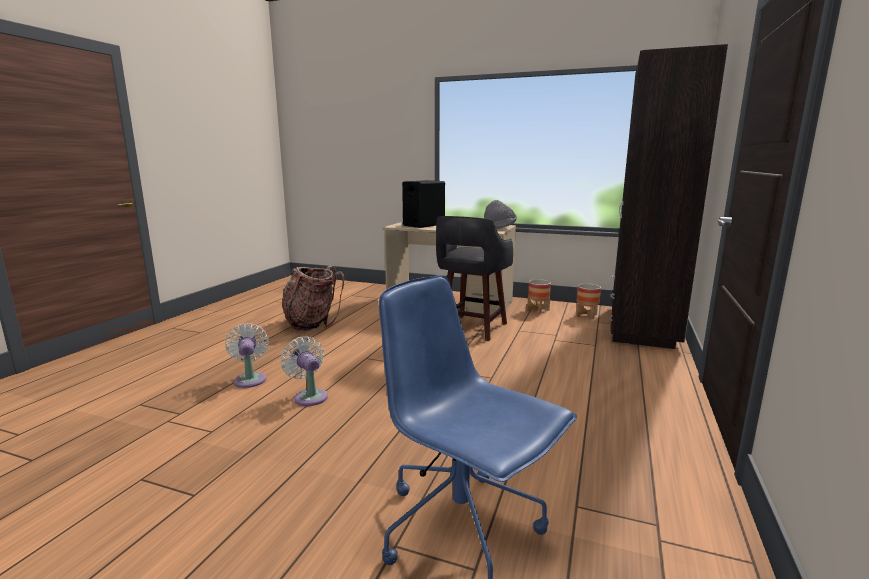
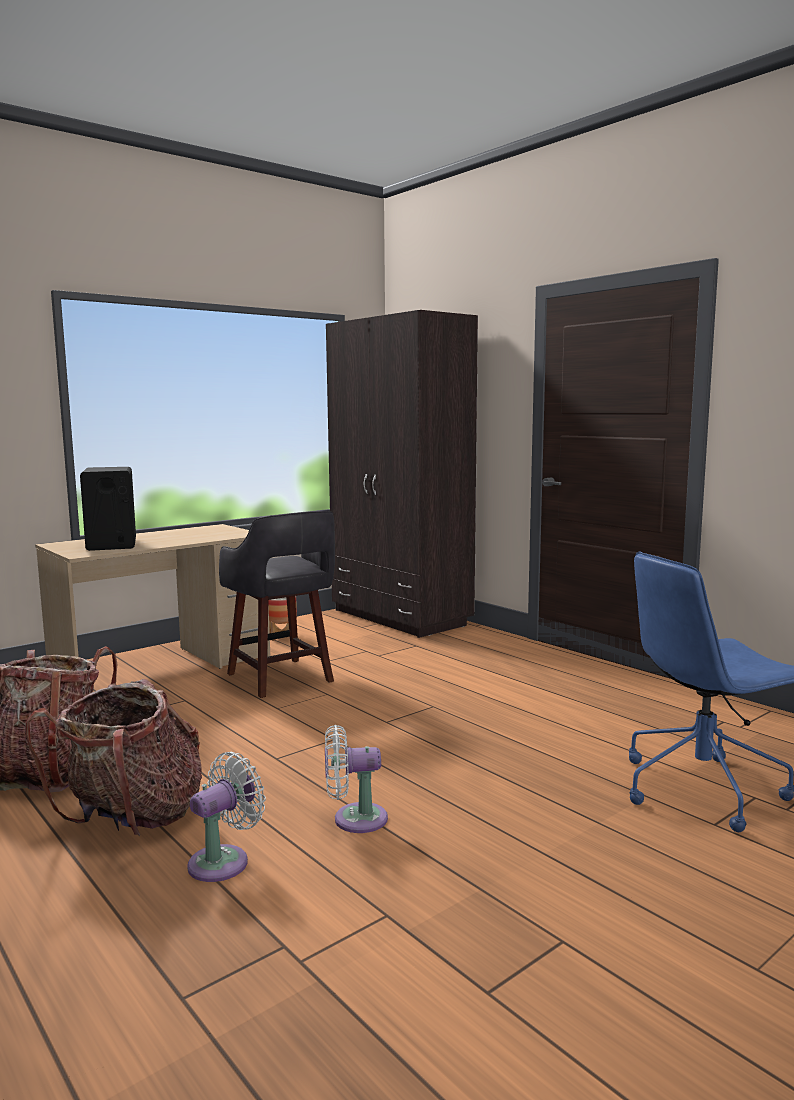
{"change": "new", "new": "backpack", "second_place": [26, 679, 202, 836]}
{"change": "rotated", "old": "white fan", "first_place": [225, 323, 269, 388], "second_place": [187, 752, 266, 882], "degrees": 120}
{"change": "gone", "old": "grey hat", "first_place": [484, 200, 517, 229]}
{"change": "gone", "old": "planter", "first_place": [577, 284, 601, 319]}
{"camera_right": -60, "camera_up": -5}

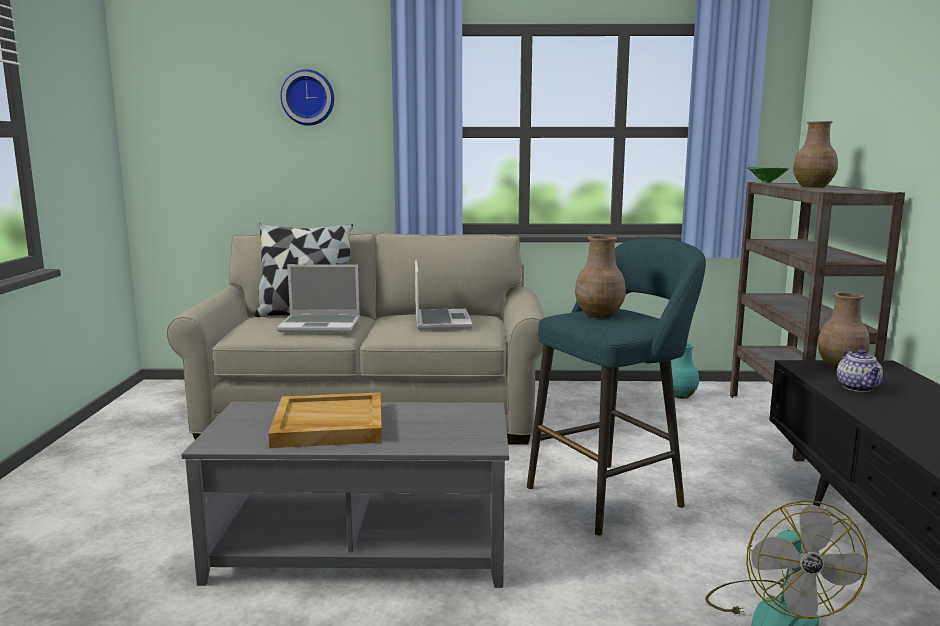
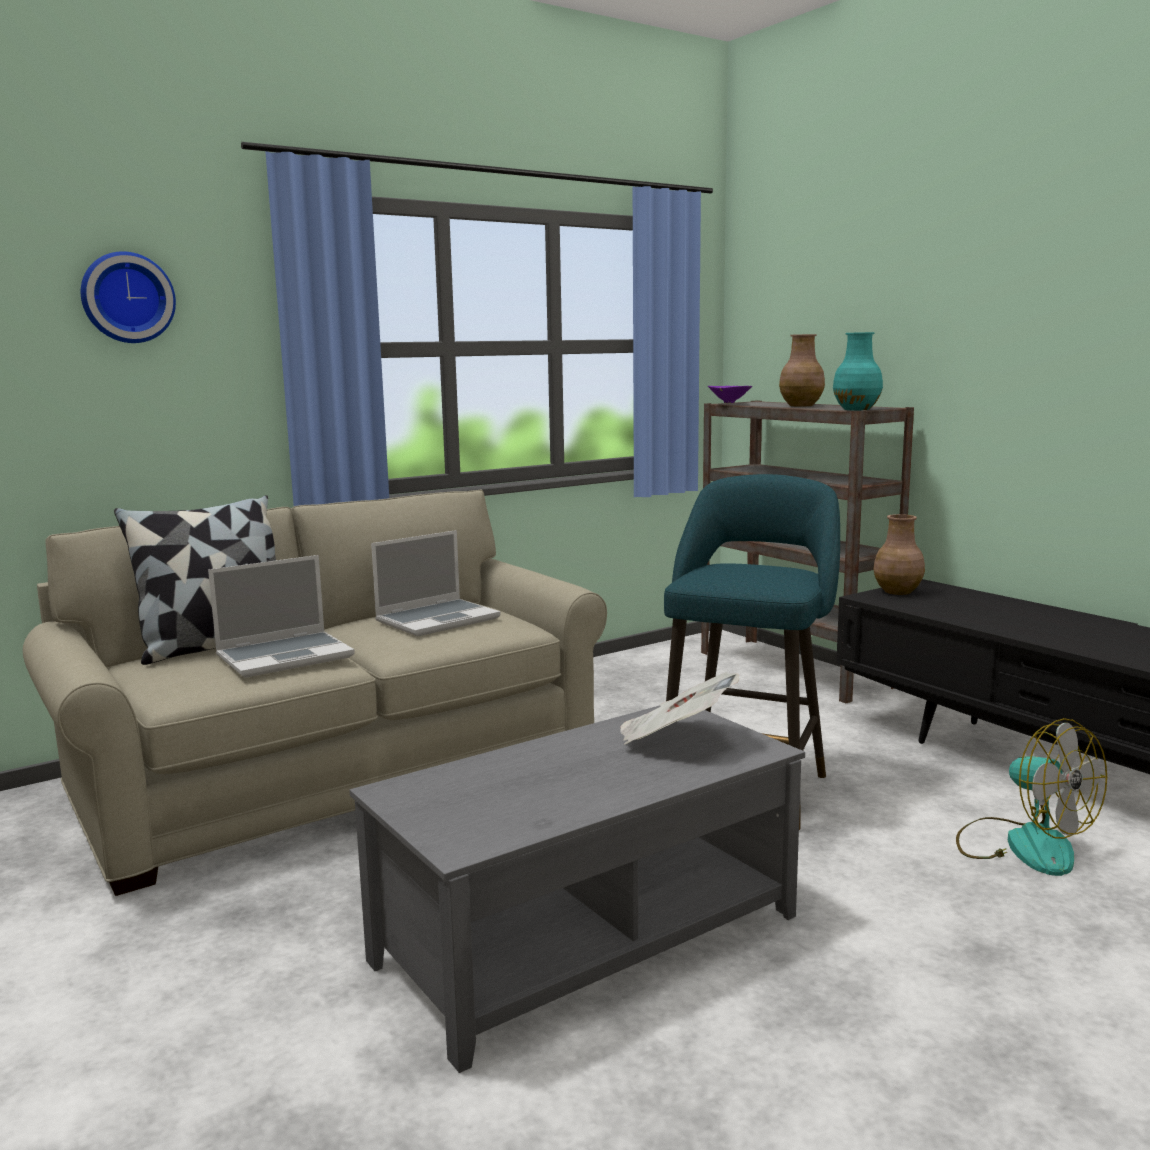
{"change": "rotated", "old": "laptop", "first_place": [415, 260, 473, 330], "second_place": [371, 530, 501, 637], "degrees": 90}
{"change": "new", "new": "newspaper", "second_place": [620, 672, 740, 744]}
{"change": "repainted", "old": "green bowl", "new": "purple bowl", "first_place": [747, 167, 789, 183], "second_place": [708, 386, 752, 403]}
{"change": "shifted", "old": "turquoise vase", "first_place": [671, 343, 699, 399], "second_place": [833, 332, 883, 410]}
{"change": "gone", "old": "beige tray", "first_place": [268, 392, 382, 448]}
{"change": "gone", "old": "brown vase", "first_place": [575, 236, 626, 318]}
{"change": "gone", "old": "teapot", "first_place": [837, 349, 883, 392]}
{"camera_right": -35, "camera_up": 0}

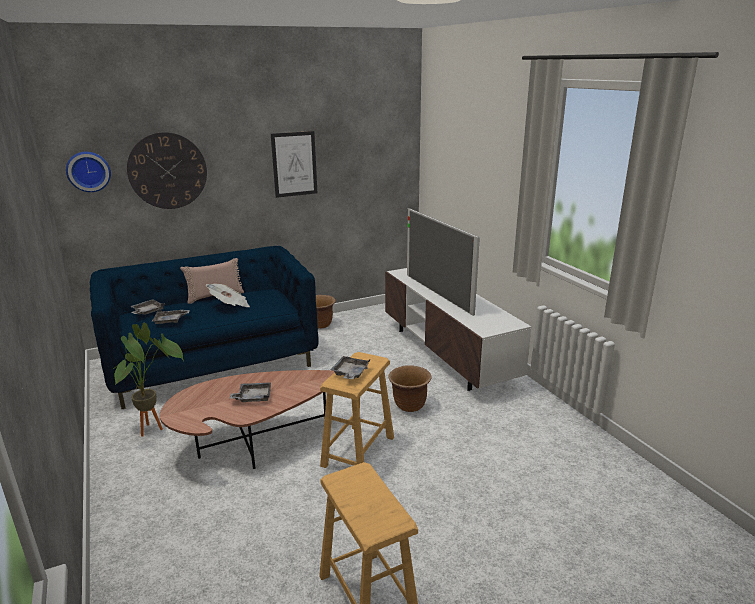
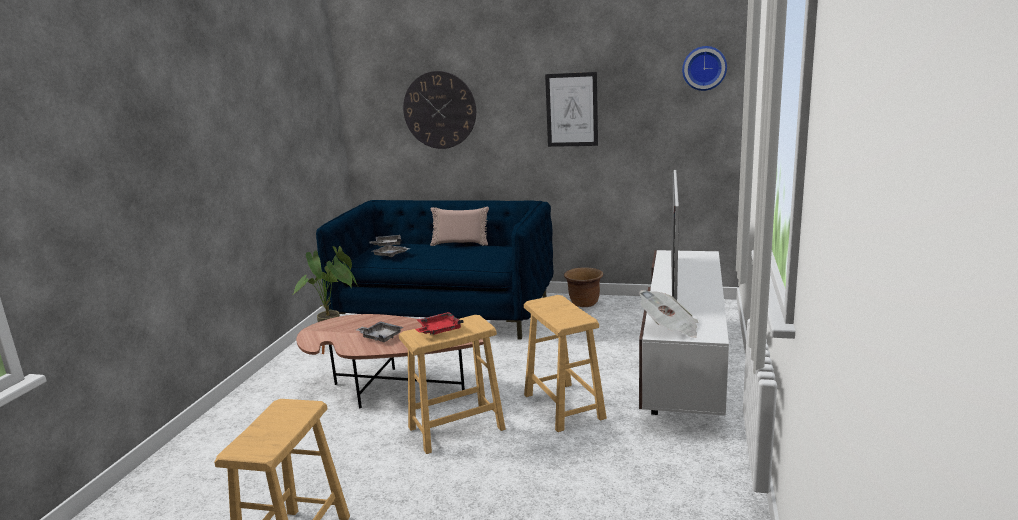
{"change": "repainted", "old": "grey tray", "new": "red tray", "first_place": [330, 356, 370, 379], "second_place": [415, 312, 464, 335]}
{"change": "swapped", "old": "brown planter", "new": "brown stool", "first_place": [388, 365, 432, 412], "second_place": [524, 295, 607, 432]}
{"change": "shifted", "old": "newspaper", "first_place": [206, 284, 250, 307], "second_place": [639, 290, 698, 338]}
{"change": "shifted", "old": "wall clock", "first_place": [66, 152, 111, 192], "second_place": [682, 46, 727, 91]}
{"camera_right": 40, "camera_up": -5}

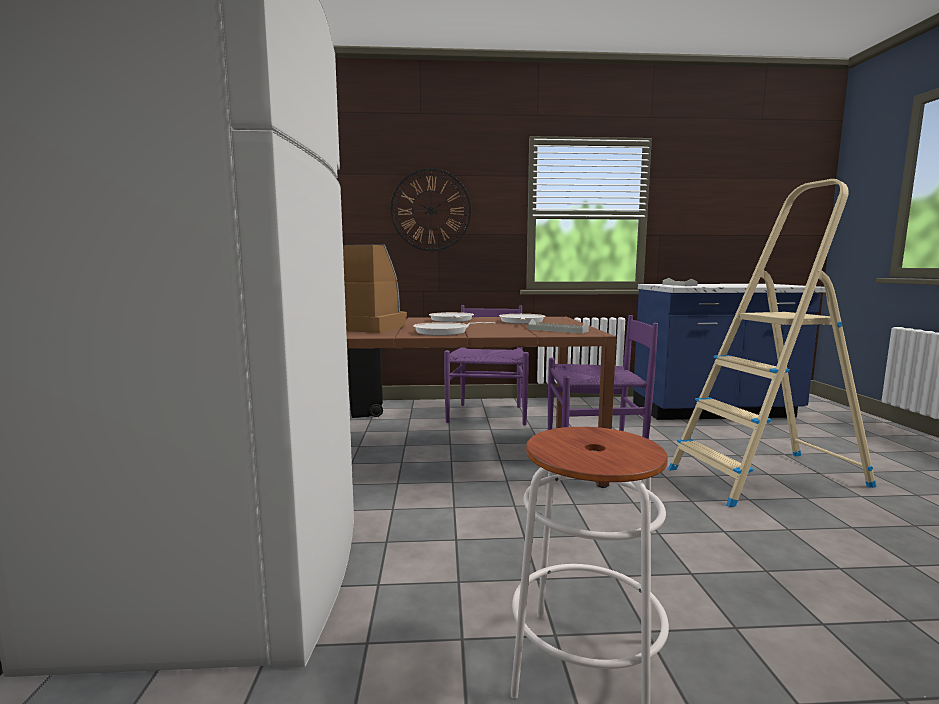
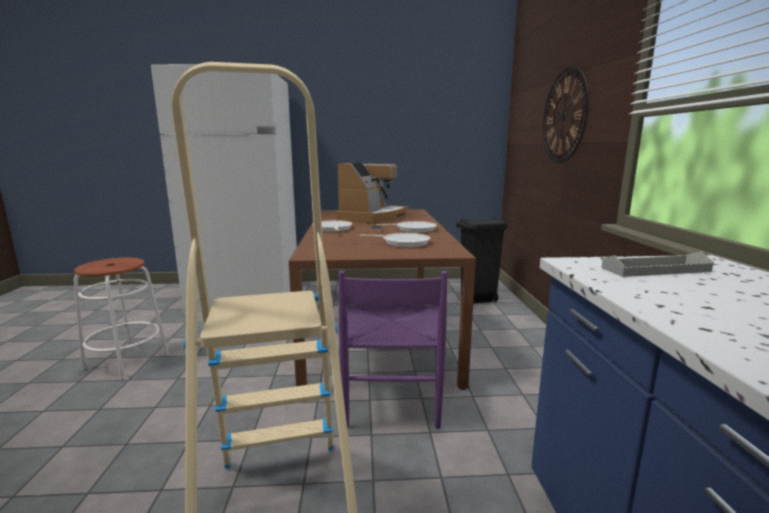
{"change": "gone", "old": "purple chair", "first_place": [444, 305, 529, 426]}
{"change": "gone", "old": "grey tray", "first_place": [528, 319, 589, 334]}
{"camera_right": 90, "camera_up": 5}

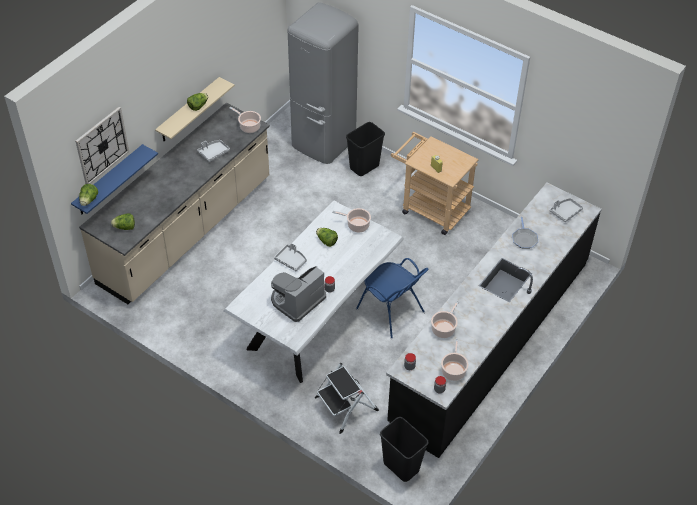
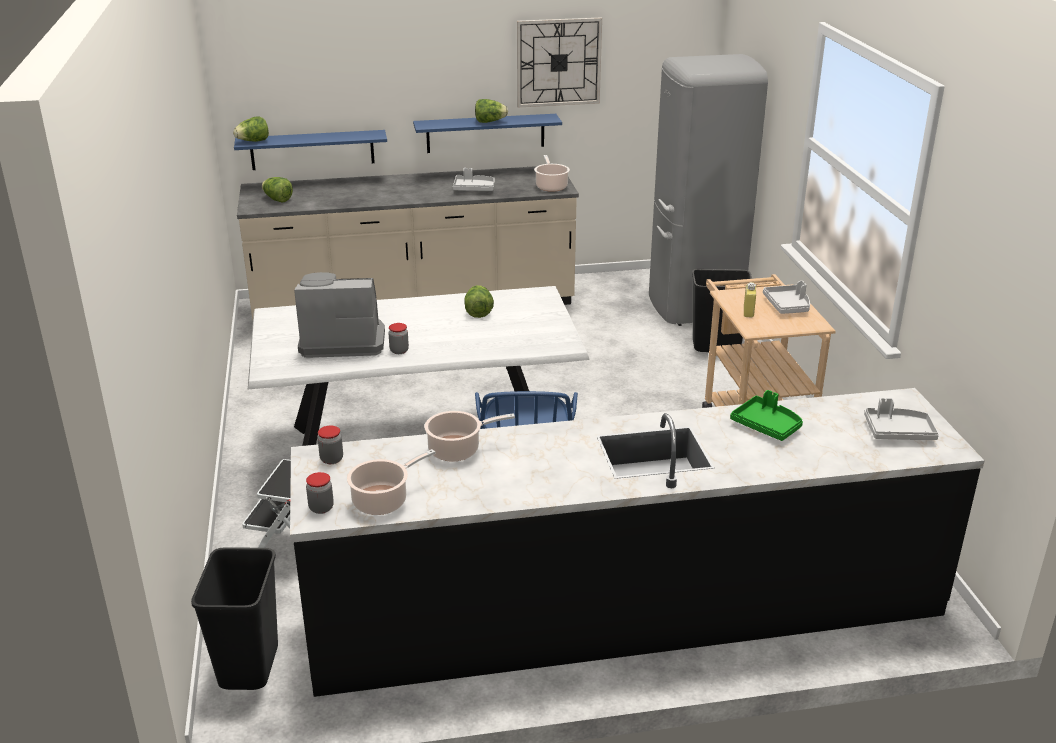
{"change": "repainted", "old": "beige shelf", "new": "blue shelf", "first_place": [155, 77, 235, 141], "second_place": [413, 114, 562, 153]}
{"change": "shifted", "old": "wall clock", "first_place": [75, 107, 129, 184], "second_place": [517, 18, 602, 107]}
{"change": "swapped", "old": "frying pan", "new": "green tray", "first_place": [512, 217, 539, 249], "second_place": [730, 390, 803, 441]}
{"change": "shifted", "old": "grey tray", "first_place": [274, 243, 307, 272], "second_place": [763, 281, 810, 314]}
{"change": "gone", "old": "cooking pot", "first_place": [332, 208, 371, 233]}
{"camera_right": 45, "camera_up": -20}

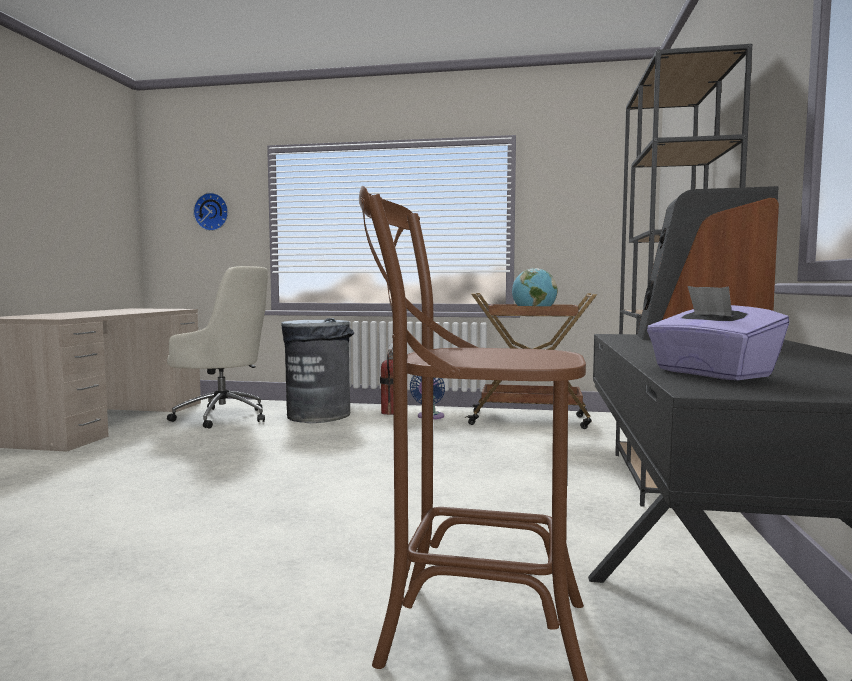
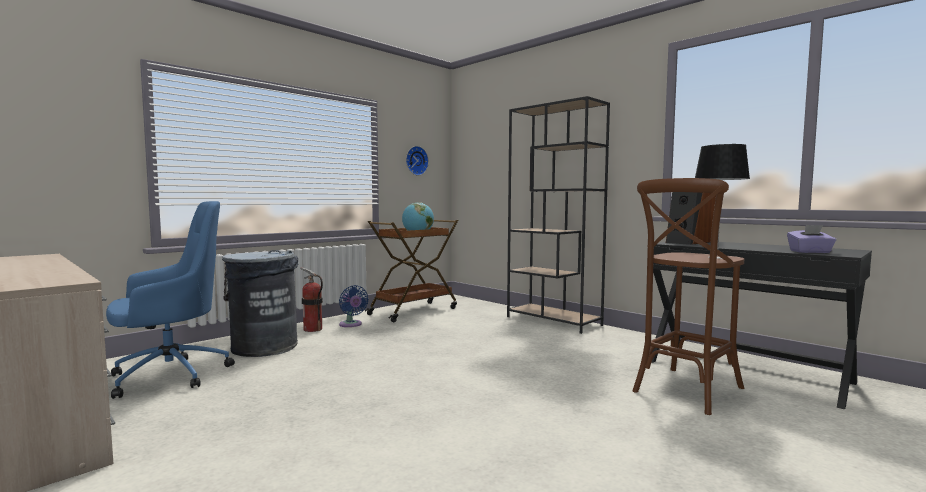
{"change": "repainted", "old": "beige office chair", "new": "blue office chair", "first_place": [167, 266, 268, 428], "second_place": [106, 201, 235, 399]}
{"change": "shifted", "old": "wall clock", "first_place": [193, 192, 228, 231], "second_place": [406, 146, 429, 176]}
{"change": "new", "new": "table lamp", "second_place": [695, 144, 750, 259]}
{"camera_right": -55, "camera_up": 0}

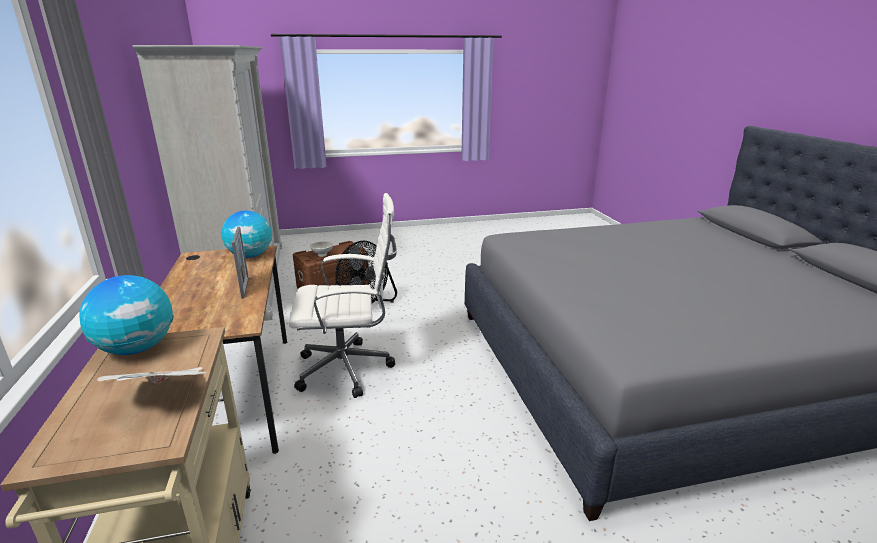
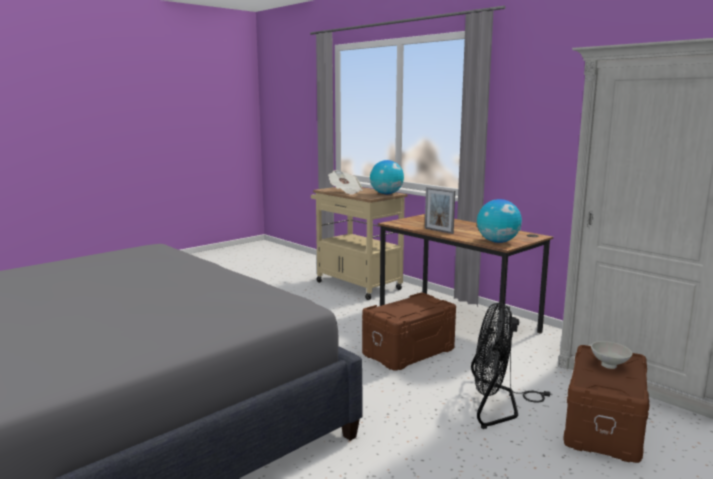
{"change": "swapped", "old": "white office chair", "new": "brown storage box", "first_place": [289, 193, 397, 398], "second_place": [362, 293, 456, 371]}
{"camera_right": 150, "camera_up": -10}

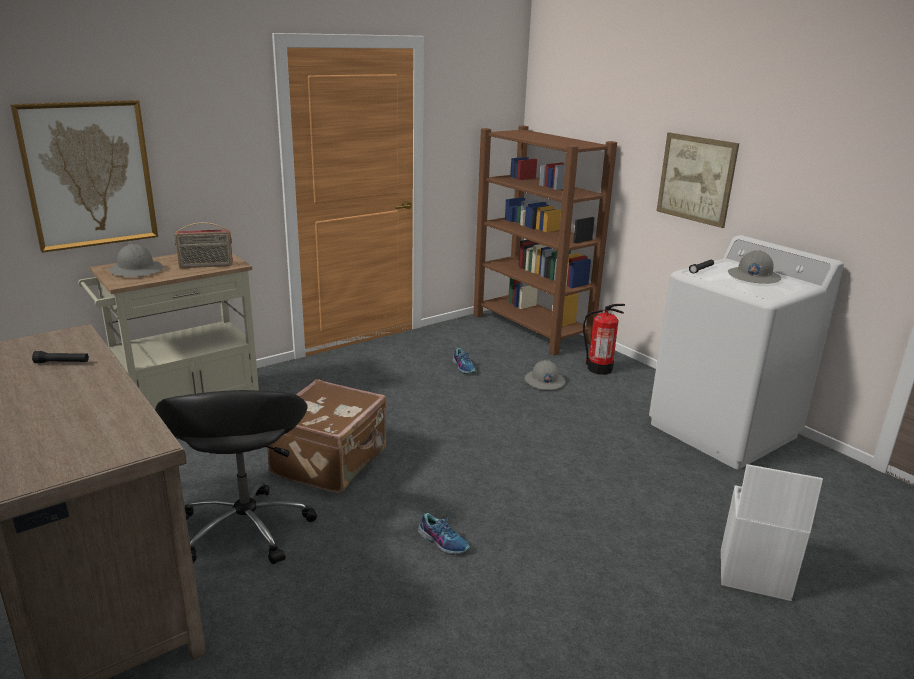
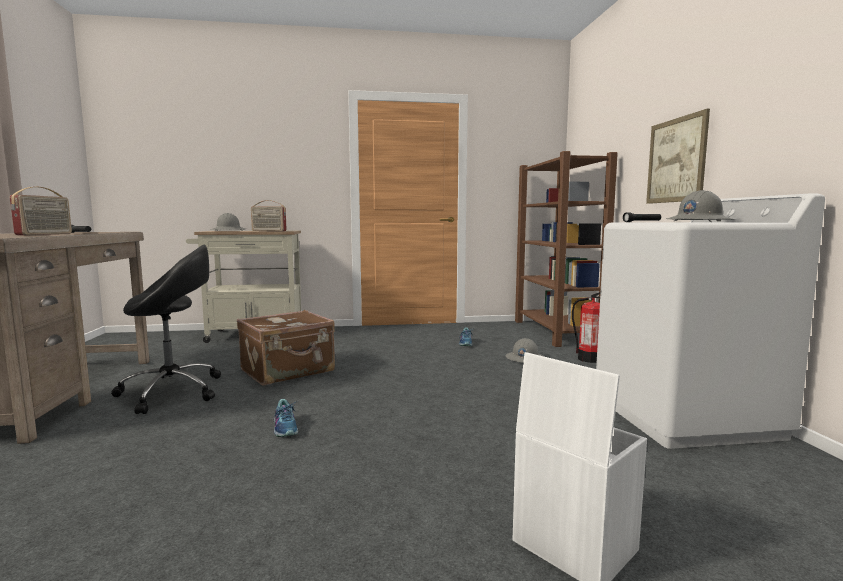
{"change": "new", "new": "radio", "second_place": [10, 187, 72, 235]}
{"change": "rotated", "old": "black office chair", "first_place": [155, 390, 317, 564], "second_place": [111, 245, 221, 414], "degrees": -135}
{"change": "gone", "old": "picture", "first_place": [10, 100, 158, 253]}
{"camera_right": 30, "camera_up": -15}

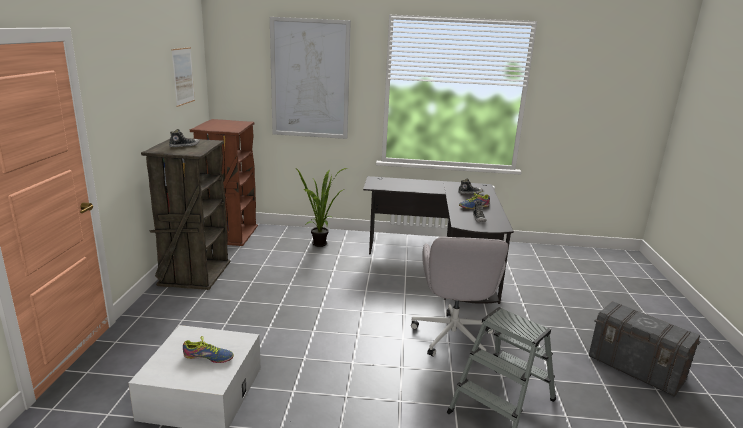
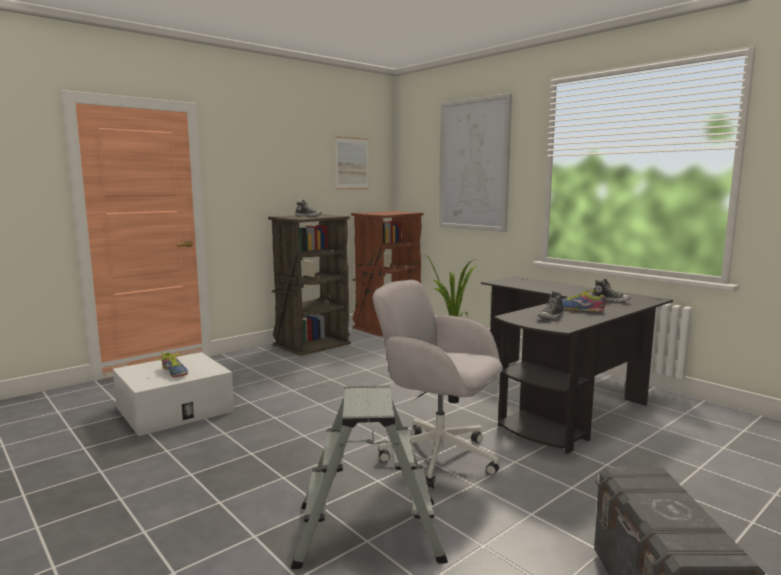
{"change": "rotated", "old": "grey office chair", "first_place": [411, 237, 508, 357], "second_place": [373, 280, 503, 488], "degrees": 75}
{"camera_right": 45, "camera_up": -10}

